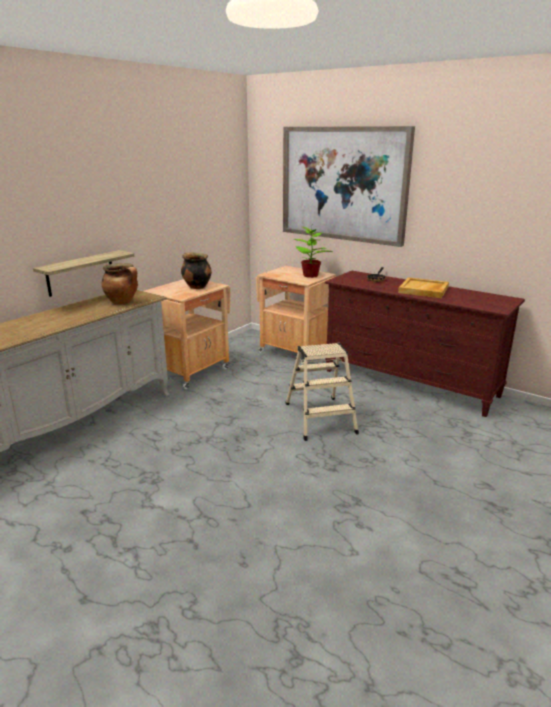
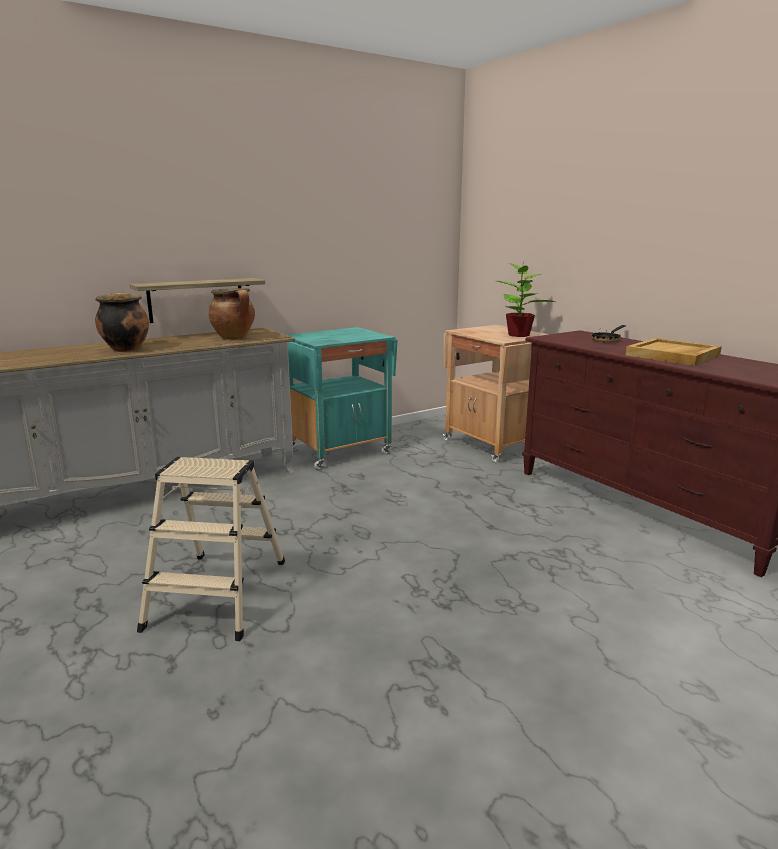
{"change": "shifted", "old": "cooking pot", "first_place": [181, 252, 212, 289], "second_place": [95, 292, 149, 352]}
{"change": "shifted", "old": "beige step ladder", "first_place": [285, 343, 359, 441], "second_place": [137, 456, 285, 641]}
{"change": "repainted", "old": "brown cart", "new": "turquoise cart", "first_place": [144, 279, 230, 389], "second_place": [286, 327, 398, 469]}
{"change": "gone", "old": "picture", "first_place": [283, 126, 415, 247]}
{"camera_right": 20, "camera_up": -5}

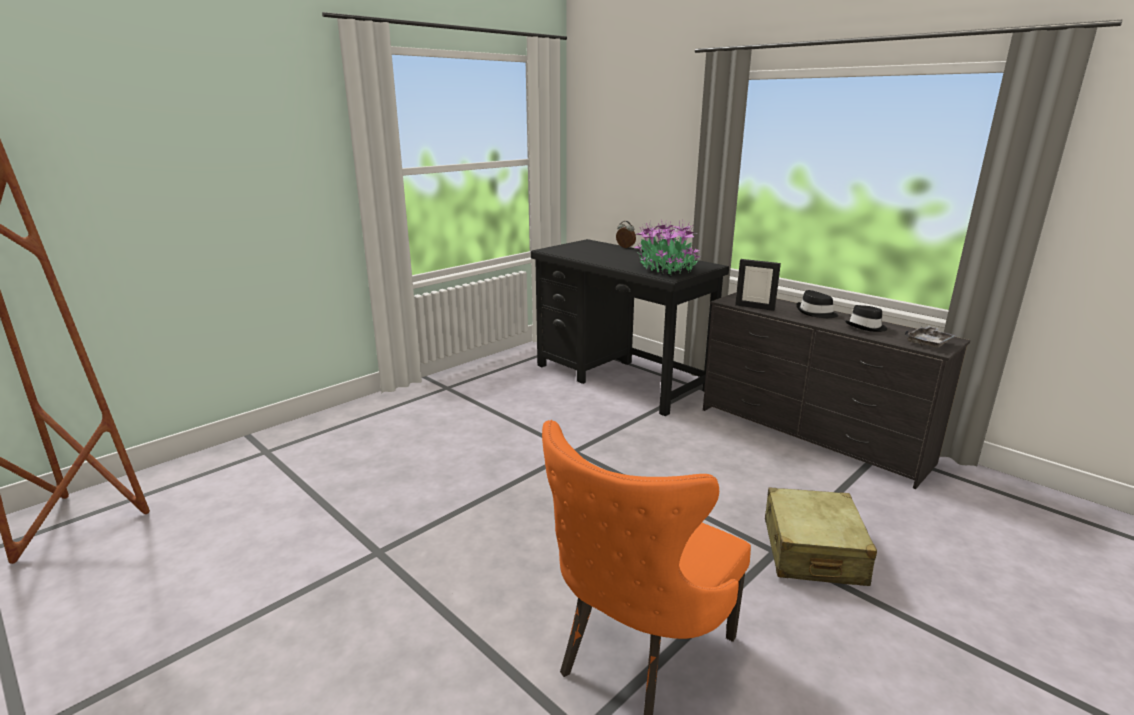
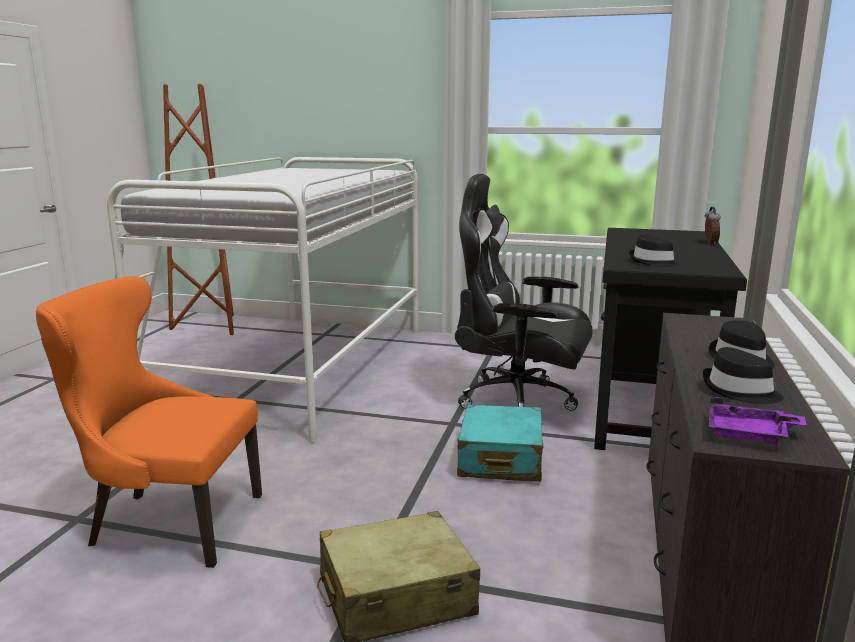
{"change": "new", "new": "white bed", "second_place": [107, 157, 419, 443]}
{"change": "new", "new": "black office chair", "second_place": [455, 174, 593, 411]}
{"change": "new", "new": "turquoise suitcase", "second_place": [457, 404, 544, 482]}
{"change": "swapped", "old": "potted plant", "new": "black hat", "first_place": [634, 219, 700, 274], "second_place": [629, 234, 680, 267]}
{"change": "repainted", "old": "grey tray", "new": "purple tray", "first_place": [905, 326, 957, 348], "second_place": [709, 397, 806, 445]}
{"change": "gone", "old": "picture frame", "first_place": [735, 259, 781, 311]}
{"camera_right": 60, "camera_up": -5}

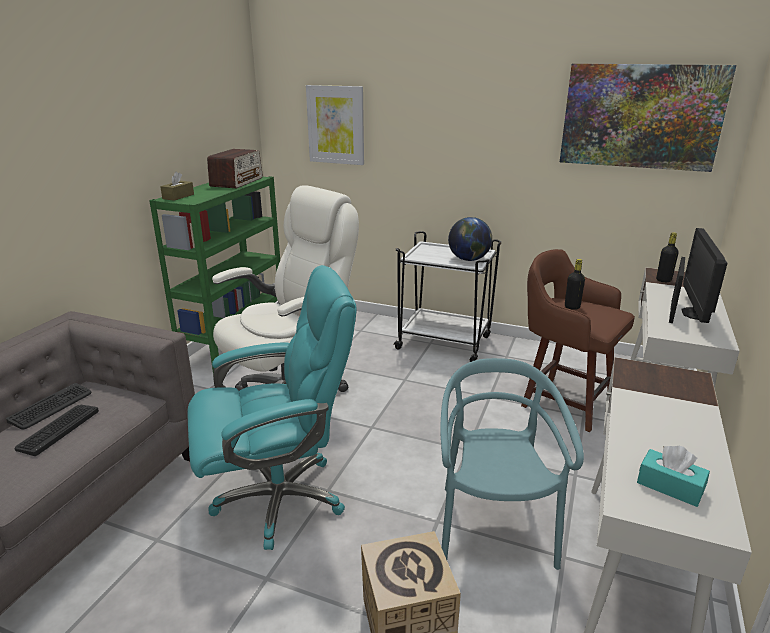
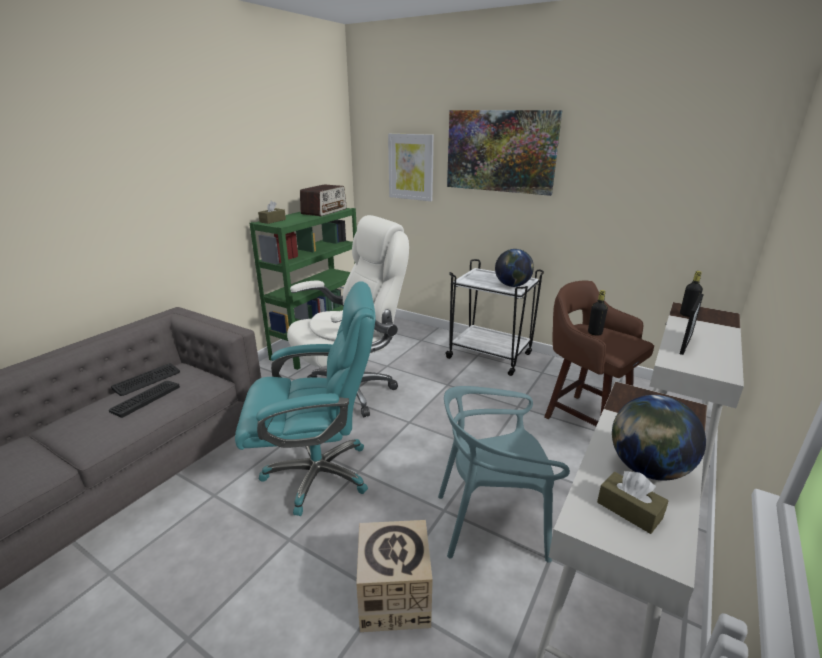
{"change": "rotated", "old": "turquoise chair", "first_place": [440, 358, 584, 570], "second_place": [438, 386, 570, 563], "degrees": -105}
{"change": "shifted", "old": "picture", "first_place": [560, 63, 736, 172], "second_place": [447, 110, 562, 196]}
{"change": "repainted", "old": "turquoise tissue box", "new": "brown tissue box", "first_place": [637, 446, 710, 507], "second_place": [597, 471, 668, 534]}
{"change": "new", "new": "globe", "second_place": [612, 395, 706, 480]}
{"change": "gone", "old": "monitor", "first_place": [681, 228, 728, 323]}
{"camera_right": 10, "camera_up": 0}

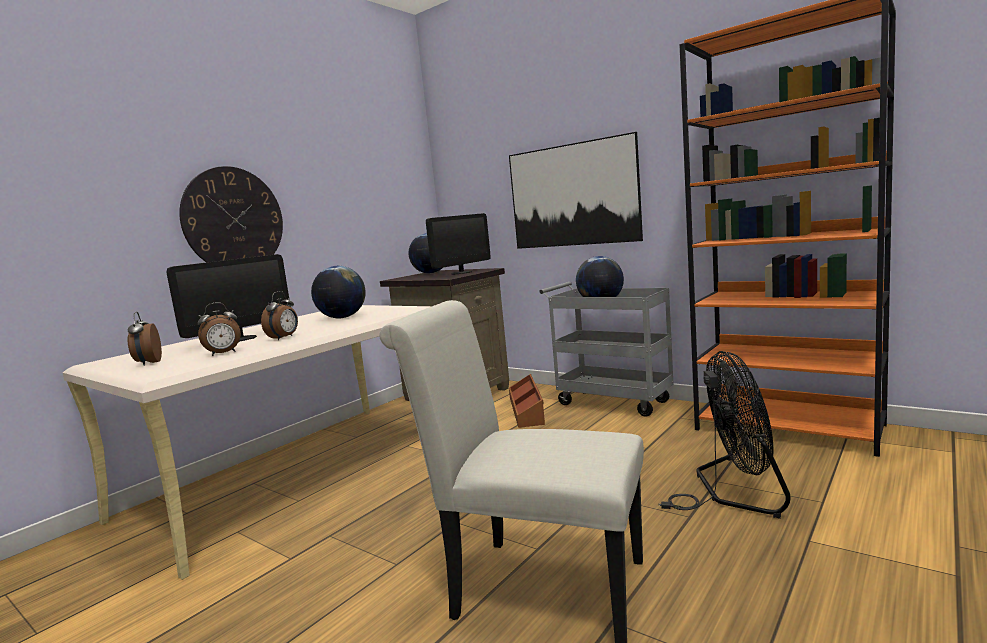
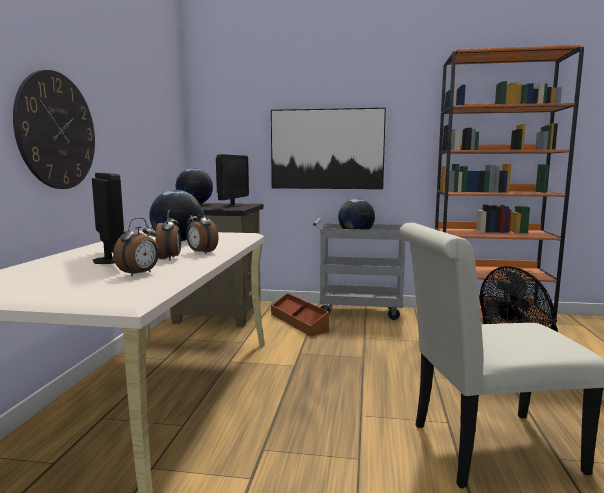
{"change": "rotated", "old": "monitor", "first_place": [166, 254, 291, 342], "second_place": [92, 173, 124, 264], "degrees": -45}
{"change": "shifted", "old": "alarm clock", "first_place": [128, 311, 162, 366], "second_place": [186, 207, 218, 254]}
{"camera_right": -30, "camera_up": 0}

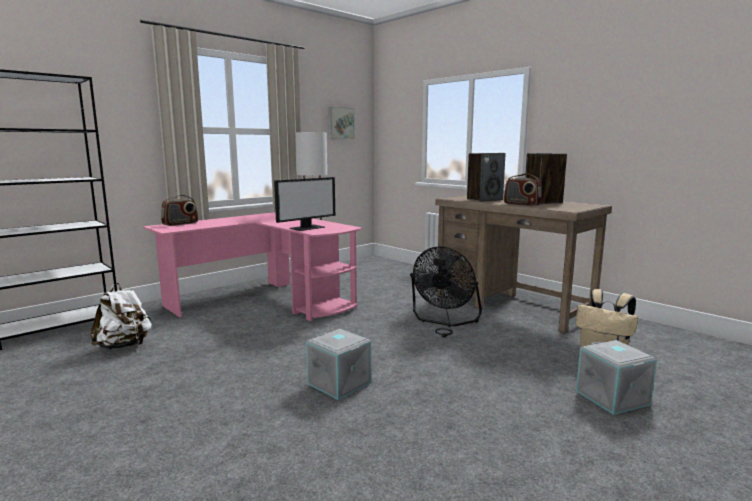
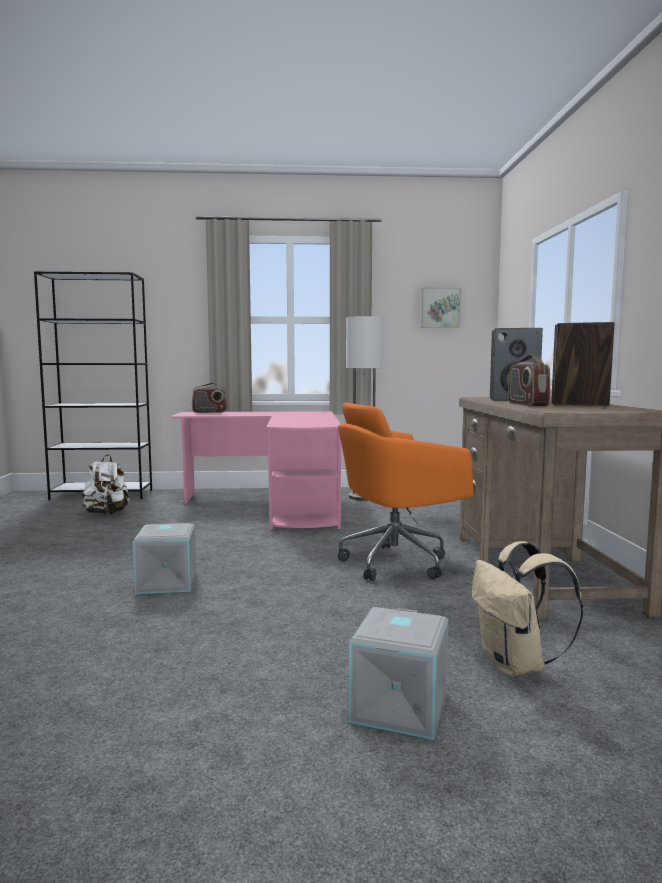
{"change": "swapped", "old": "black fan", "new": "orange office chair", "first_place": [410, 247, 482, 338], "second_place": [338, 402, 473, 581]}
{"change": "gone", "old": "monitor", "first_place": [274, 177, 335, 231]}
{"camera_right": 40, "camera_up": -5}

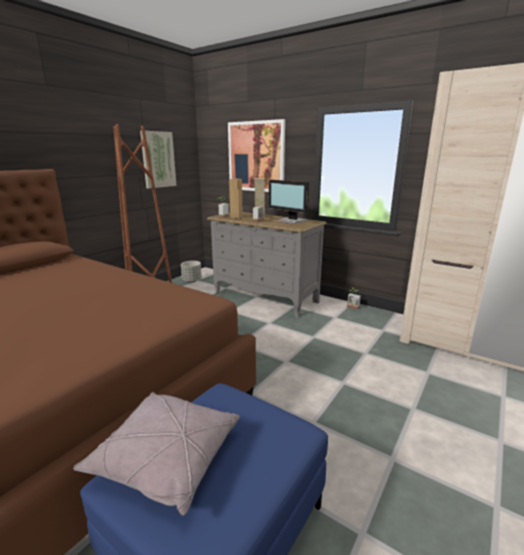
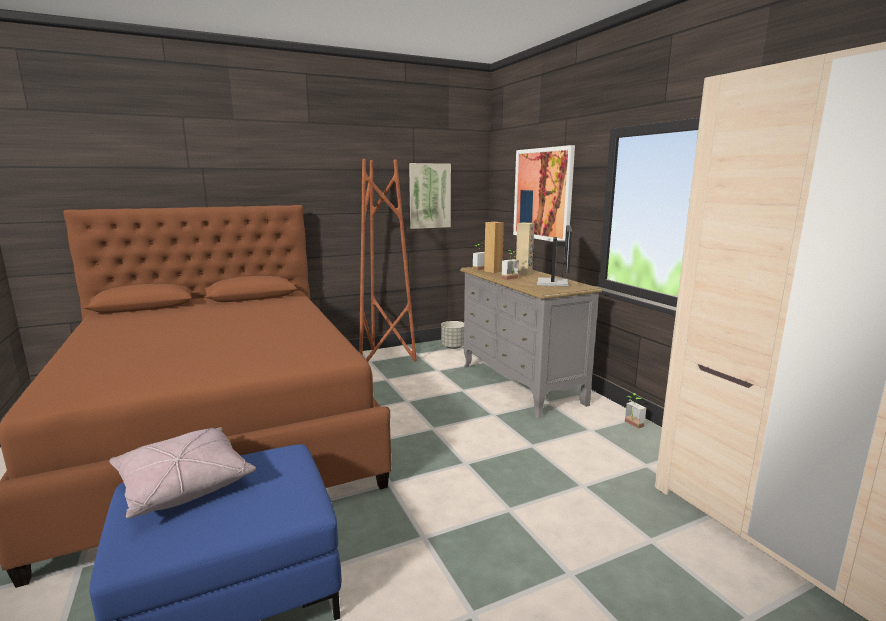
{"change": "rotated", "old": "monitor", "first_place": [269, 180, 309, 224], "second_place": [537, 225, 572, 287], "degrees": -150}
{"camera_right": 30, "camera_up": -5}

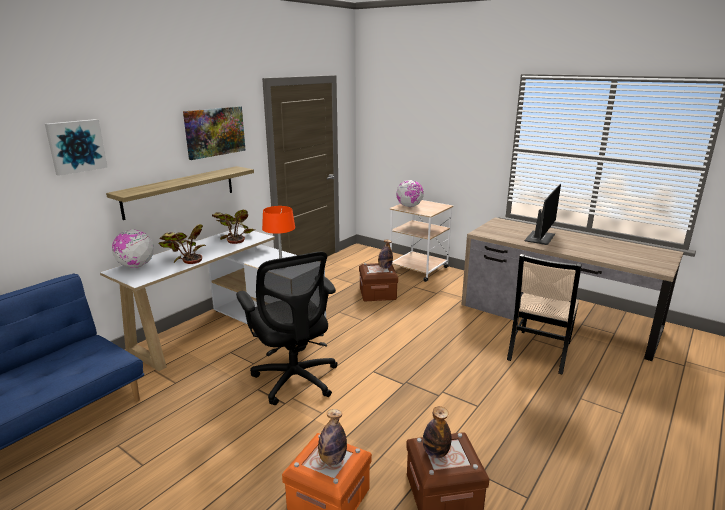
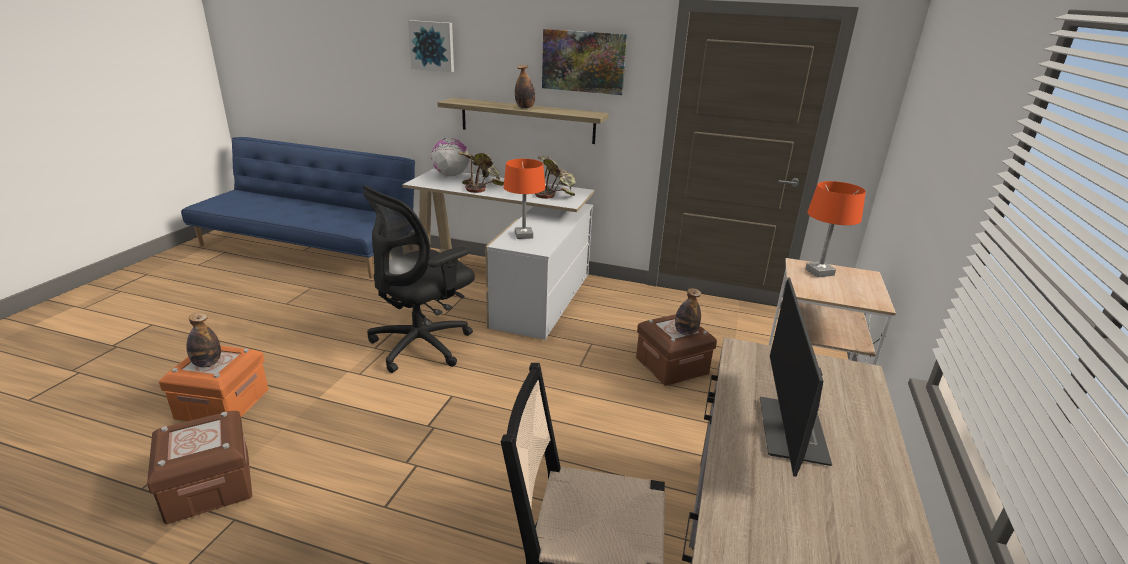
{"change": "shifted", "old": "bottle", "first_place": [423, 406, 451, 458], "second_place": [515, 65, 535, 108]}
{"change": "rotated", "old": "monitor", "first_place": [525, 184, 561, 245], "second_place": [760, 277, 832, 477], "degrees": 90}
{"change": "swapped", "old": "globe", "new": "orange table lamp", "first_place": [396, 180, 424, 207], "second_place": [805, 181, 866, 277]}
{"camera_right": 70, "camera_up": 5}

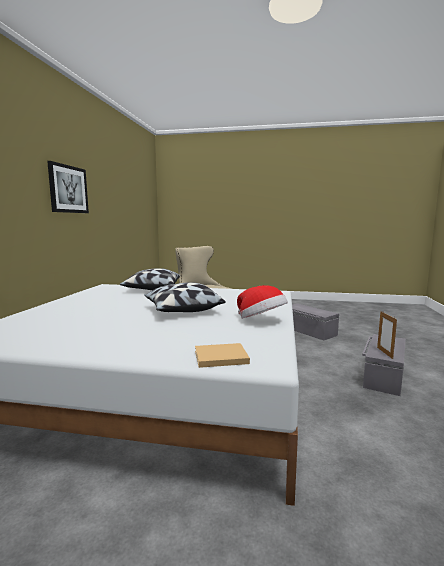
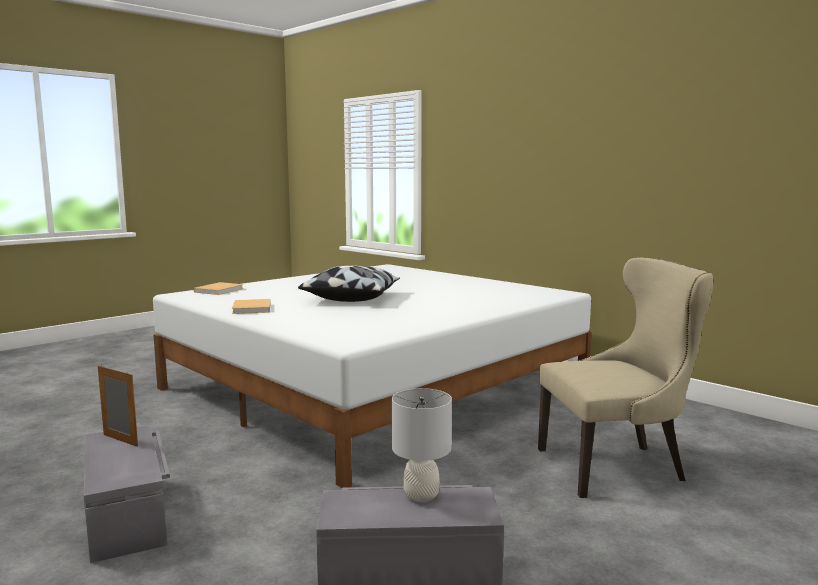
{"change": "swapped", "old": "hat", "new": "beige book", "first_place": [237, 285, 288, 319], "second_place": [232, 299, 271, 314]}
{"change": "new", "new": "grey table lamp", "second_place": [392, 388, 452, 502]}
{"change": "gone", "old": "picture", "first_place": [47, 161, 89, 213]}
{"change": "gone", "old": "pillow", "first_place": [120, 268, 180, 290]}
{"camera_right": 125, "camera_up": 0}

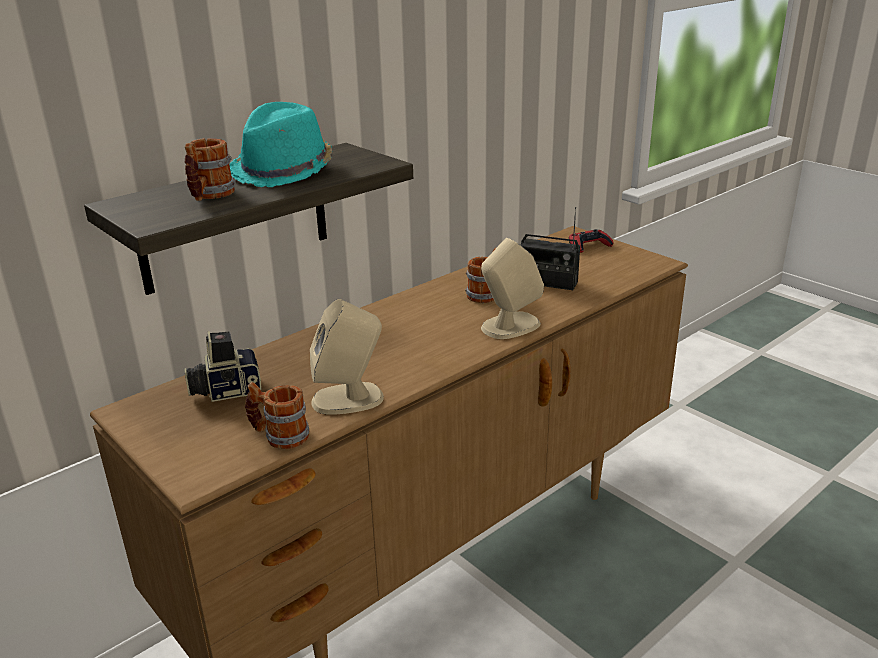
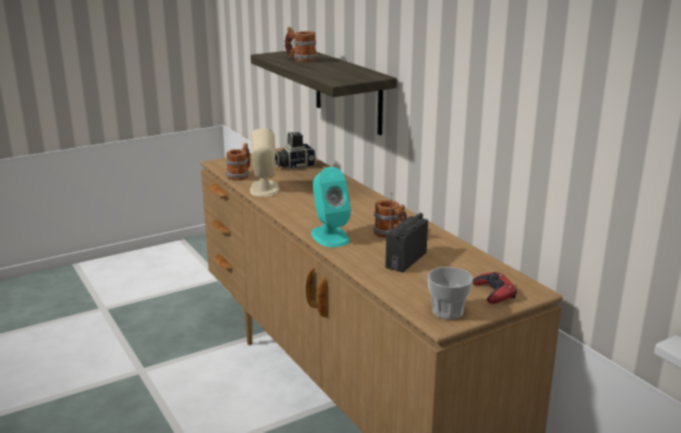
{"change": "rotated", "old": "photo camera", "first_place": [184, 331, 261, 402], "second_place": [275, 132, 316, 170], "degrees": -105}
{"change": "repainted", "old": "beige speaker", "new": "turquoise speaker", "first_place": [481, 238, 544, 339], "second_place": [311, 167, 351, 247]}
{"change": "new", "new": "cup", "second_place": [427, 267, 473, 320]}
{"change": "gone", "old": "turquoise hat", "first_place": [229, 102, 332, 187]}
{"camera_right": 100, "camera_up": -5}

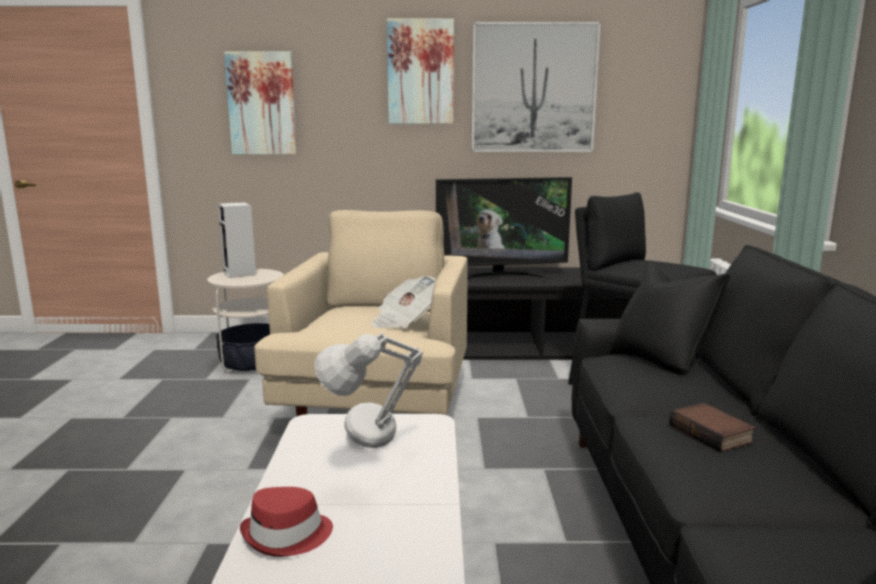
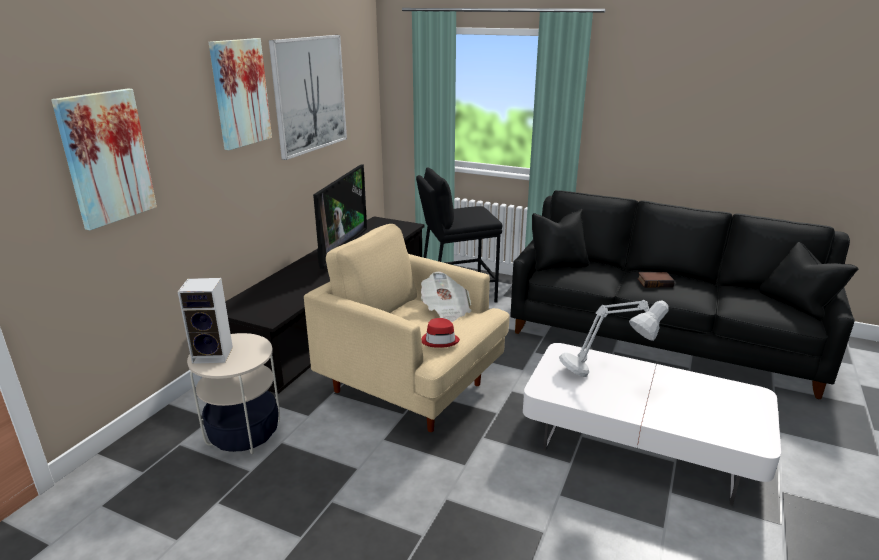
{"change": "shifted", "old": "red hat", "first_place": [240, 487, 333, 557], "second_place": [421, 318, 460, 348]}
{"camera_right": -65, "camera_up": 10}

